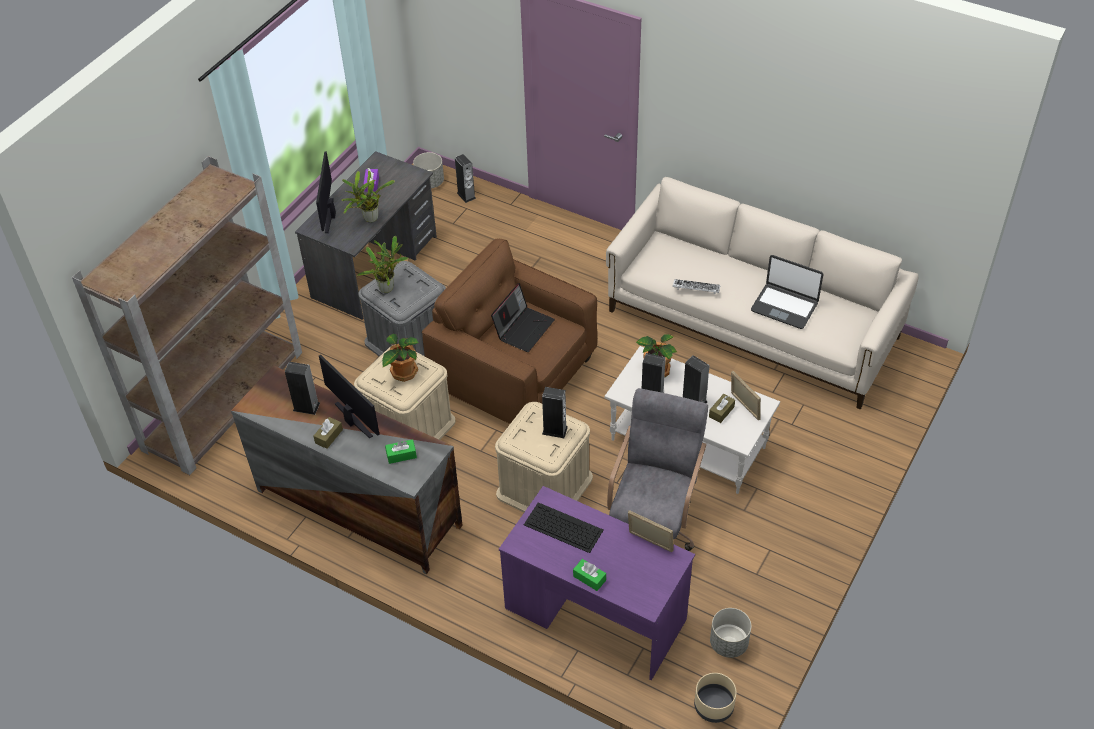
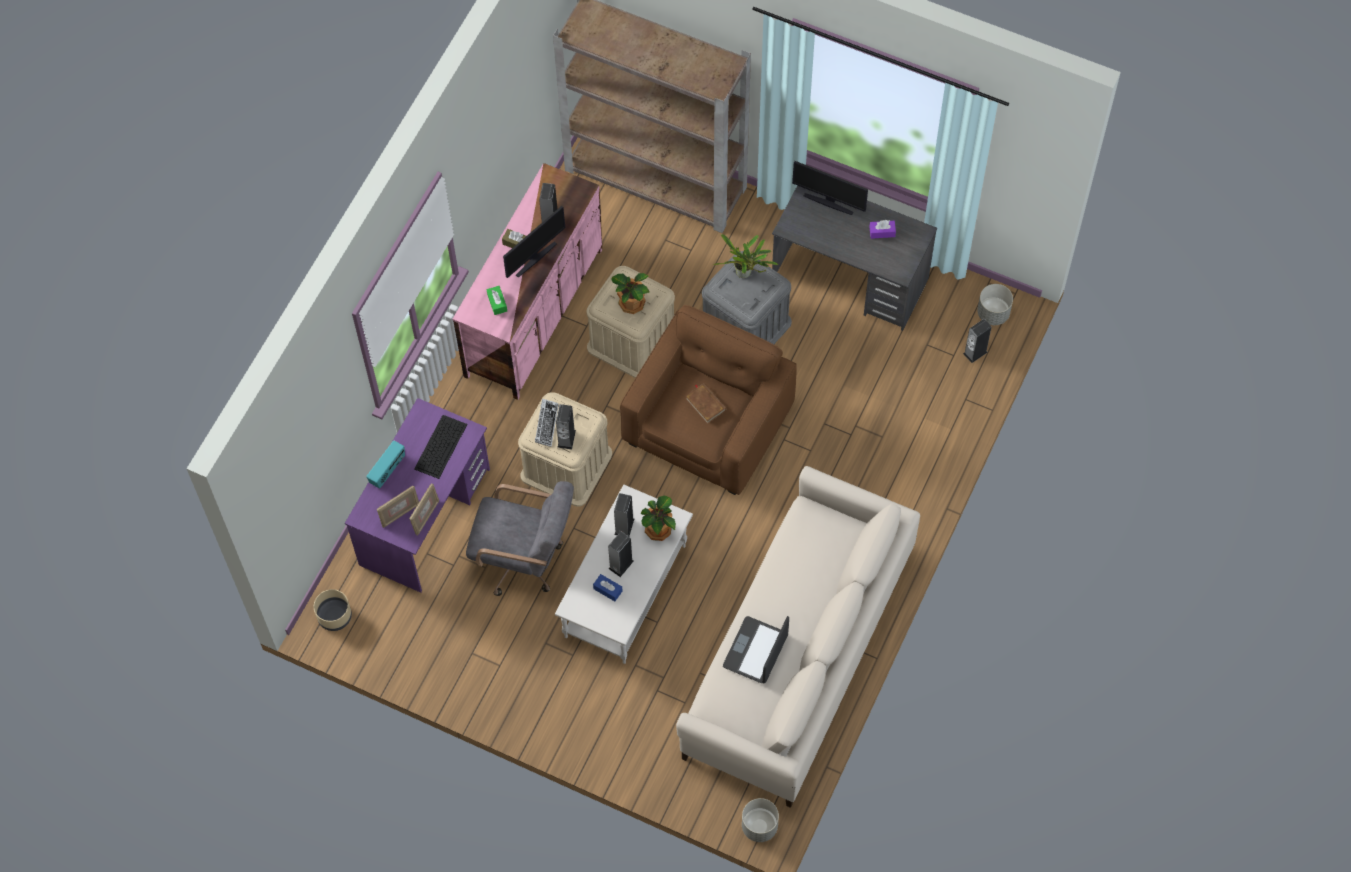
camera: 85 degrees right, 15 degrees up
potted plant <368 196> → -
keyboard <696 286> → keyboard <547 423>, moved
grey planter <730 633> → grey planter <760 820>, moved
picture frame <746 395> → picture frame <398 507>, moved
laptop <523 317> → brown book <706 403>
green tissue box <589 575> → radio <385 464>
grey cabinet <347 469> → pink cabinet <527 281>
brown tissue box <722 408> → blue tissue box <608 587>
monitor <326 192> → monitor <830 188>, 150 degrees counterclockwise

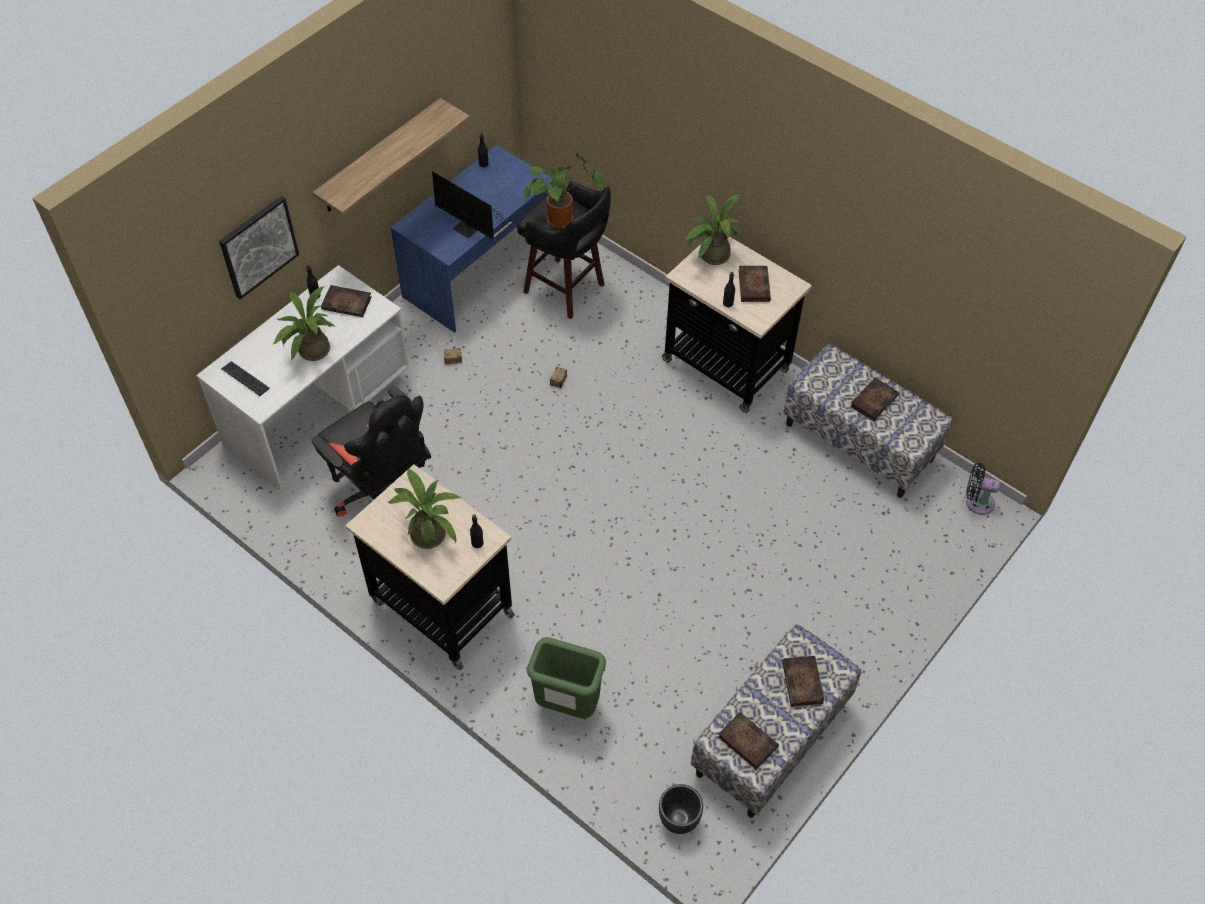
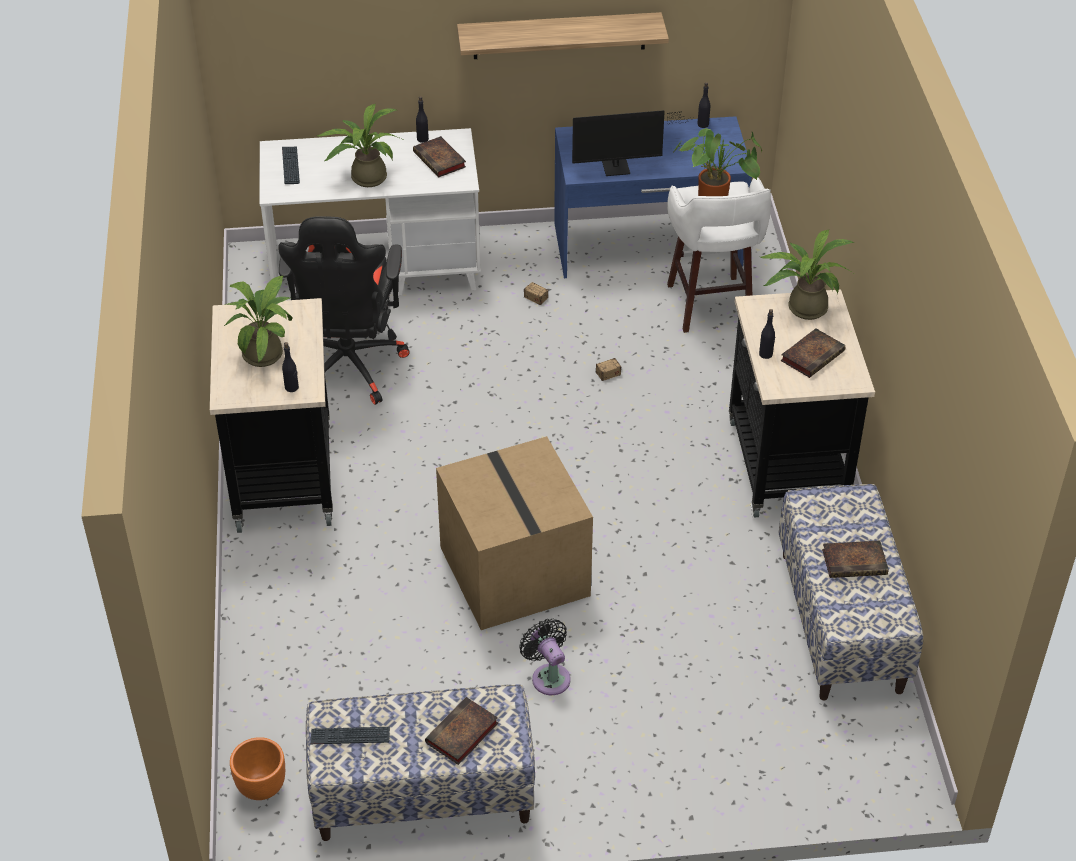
camera: 45 degrees right, 10 degrees down
picture <259 248> → -
green trash can <566 678> → -
- → cardboard box <514 533>
black fan <983 489> → black fan <545 657>, moved
book <748 741> → keyboard <350 735>
black stool <564 250> → white stool <719 255>
black planter <681 809> → orange planter <257 768>
monitor <470 205> → monitor <633 143>, 90 degrees counterclockwise

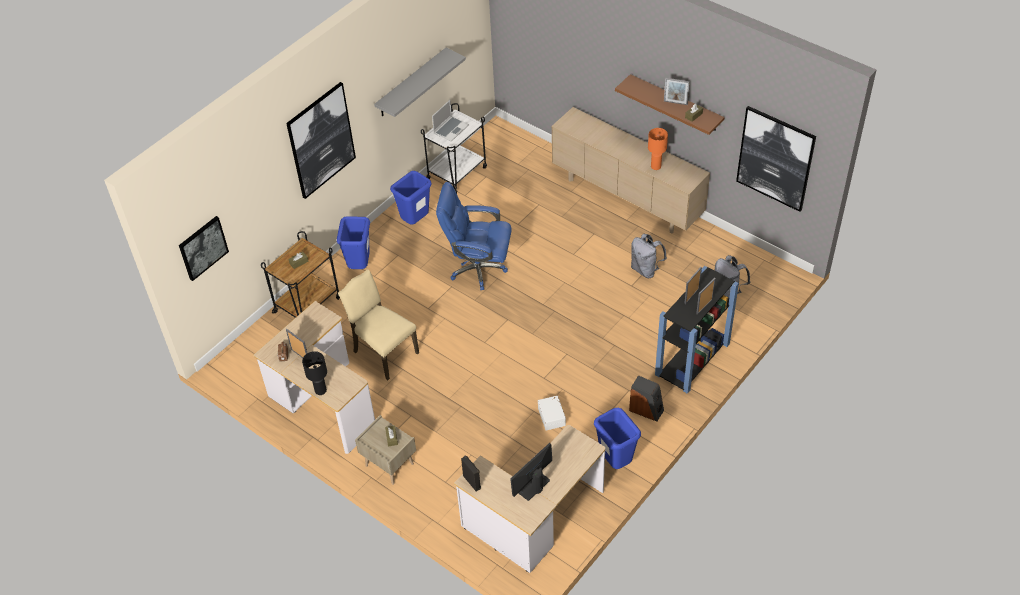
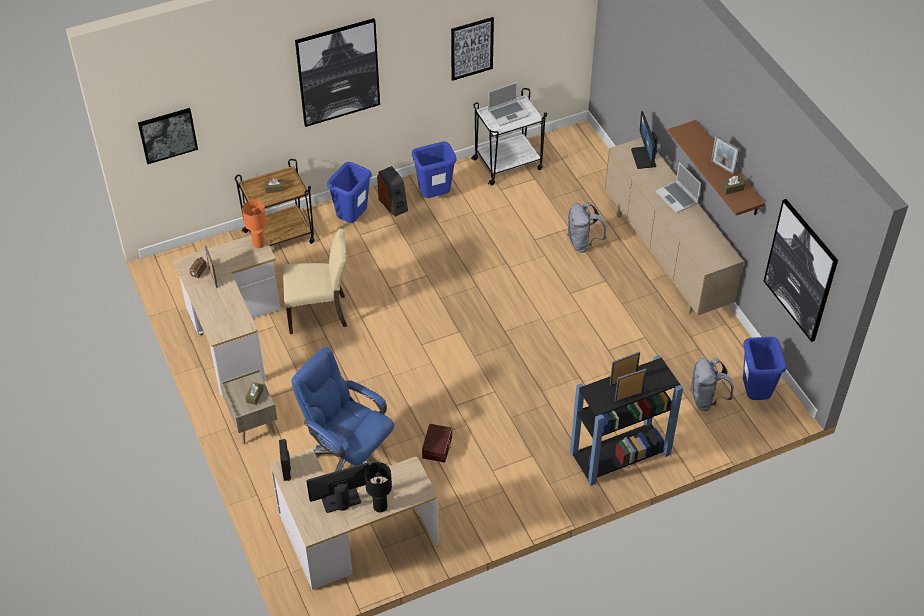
camera: 25 degrees right, 0 degrees up
- → monitor <644 140>
- → laptop <678 187>
black table lamp <314 373> → black table lamp <378 487>, moved
blue office chair <474 236> → blue office chair <342 409>, moved
blue trash can <617 438> → blue trash can <764 368>, moved
speaker <646 398> → speaker <392 191>, moved
grey backpack <649 256> → grey backpack <586 228>, moved
orange table lamp <658 149> → orange table lamp <254 224>, moved
grey shelf <420 82> → picture <472 49>
white storage box <552 413> → brown storage box <437 443>
beige chair <378 324> → beige chair <315 281>, 105 degrees clockwise

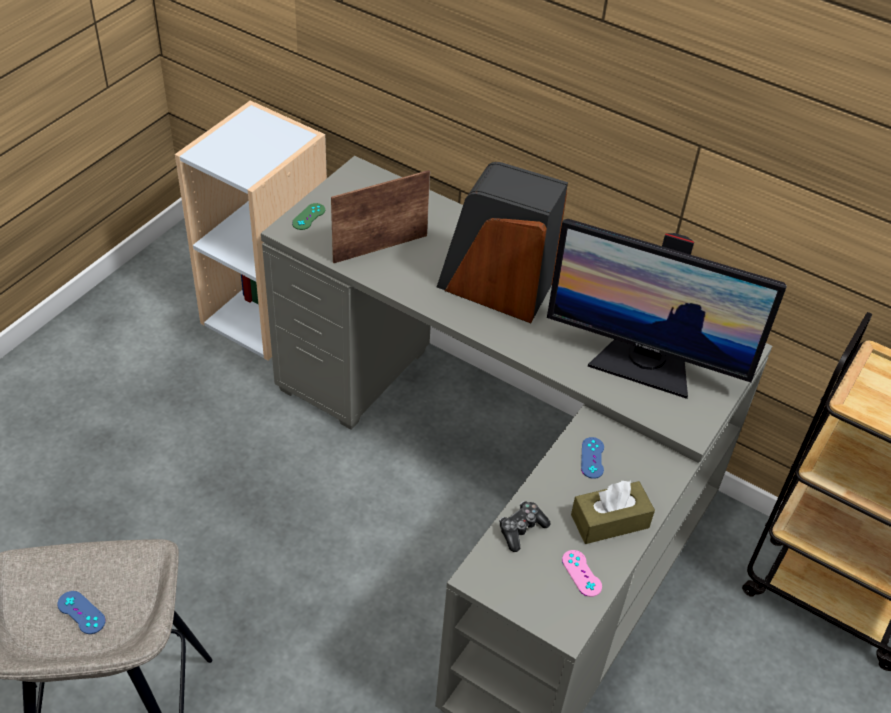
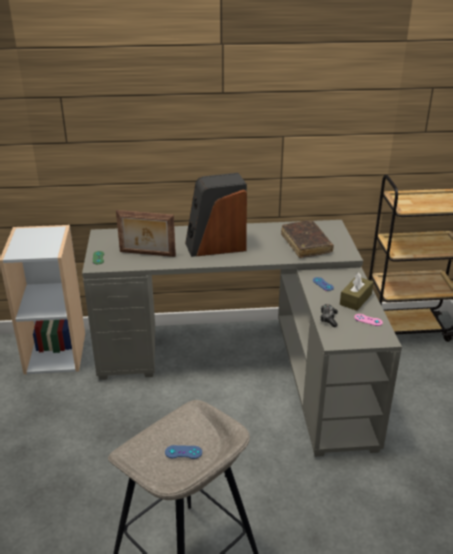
camera: 35 degrees left, 15 degrees down
monitor <667 309> → brown book <307 239>
picture frame <380 216> → picture frame <146 233>, 105 degrees counterclockwise

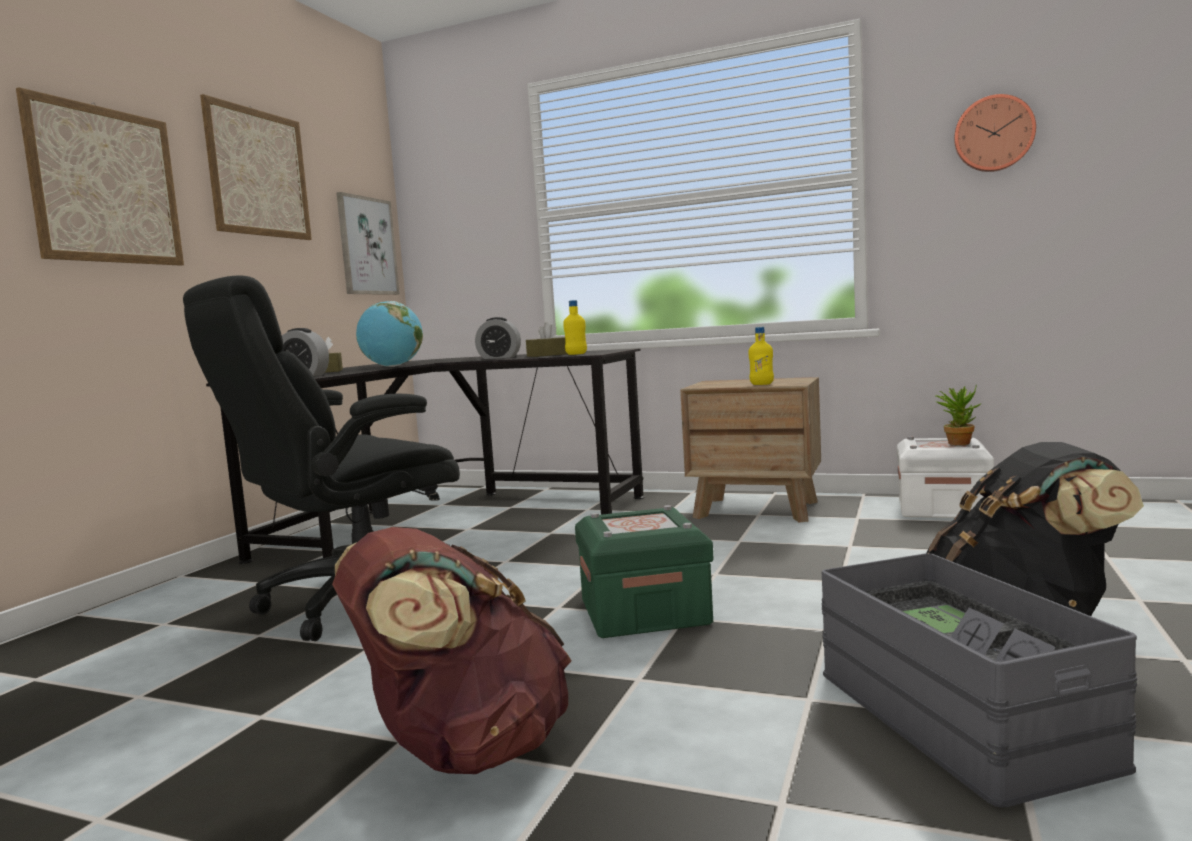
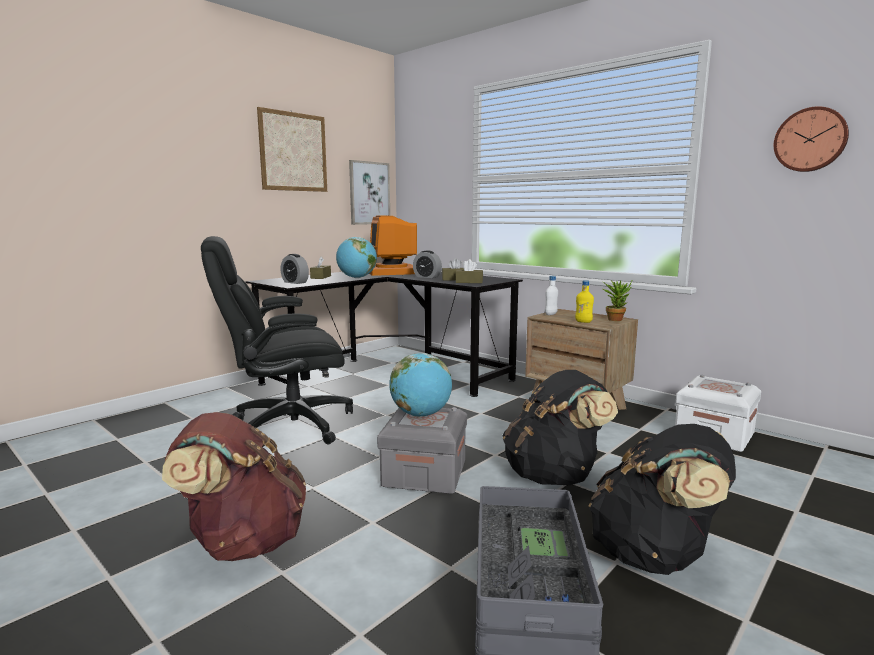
camera: 20 degrees right, 5 degrees up
picture <100 176> → -
- → monitor <393 246>
- → globe <420 385>
- → black backpack <560 427>
- → white bottle <551 295>
potted plant <958 414> → potted plant <617 300>, moved
yellow bottle <575 327> → brown tissue box <469 271>
green storage box <644 571> → grey storage box <422 450>

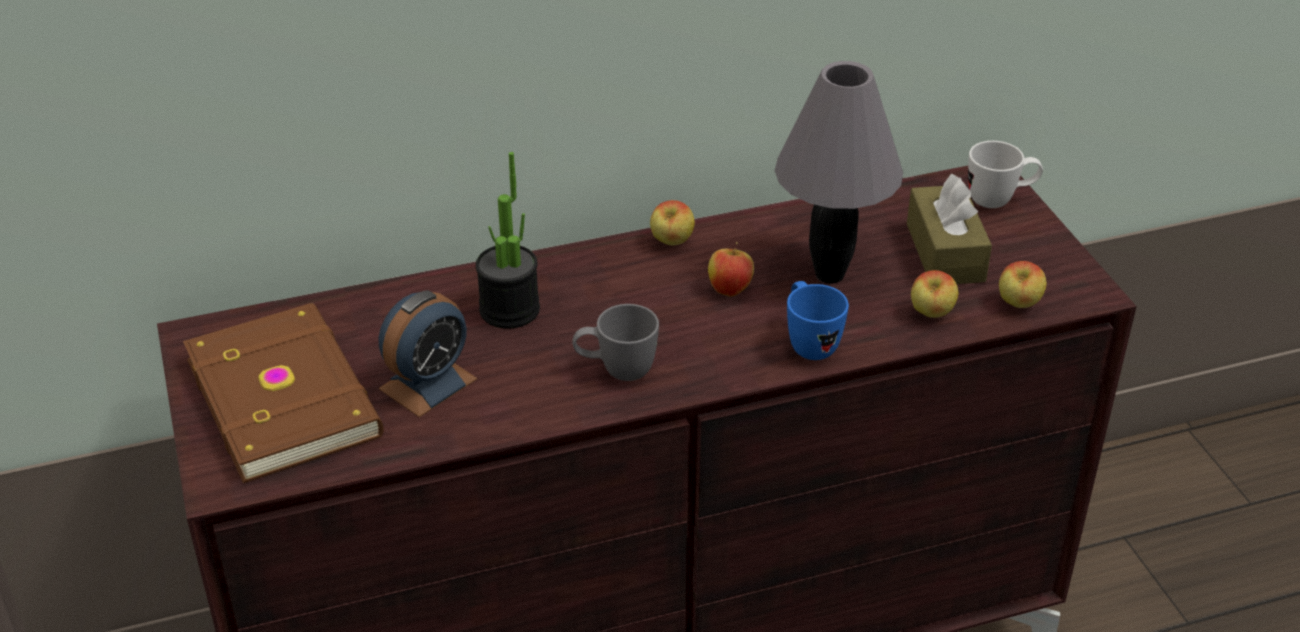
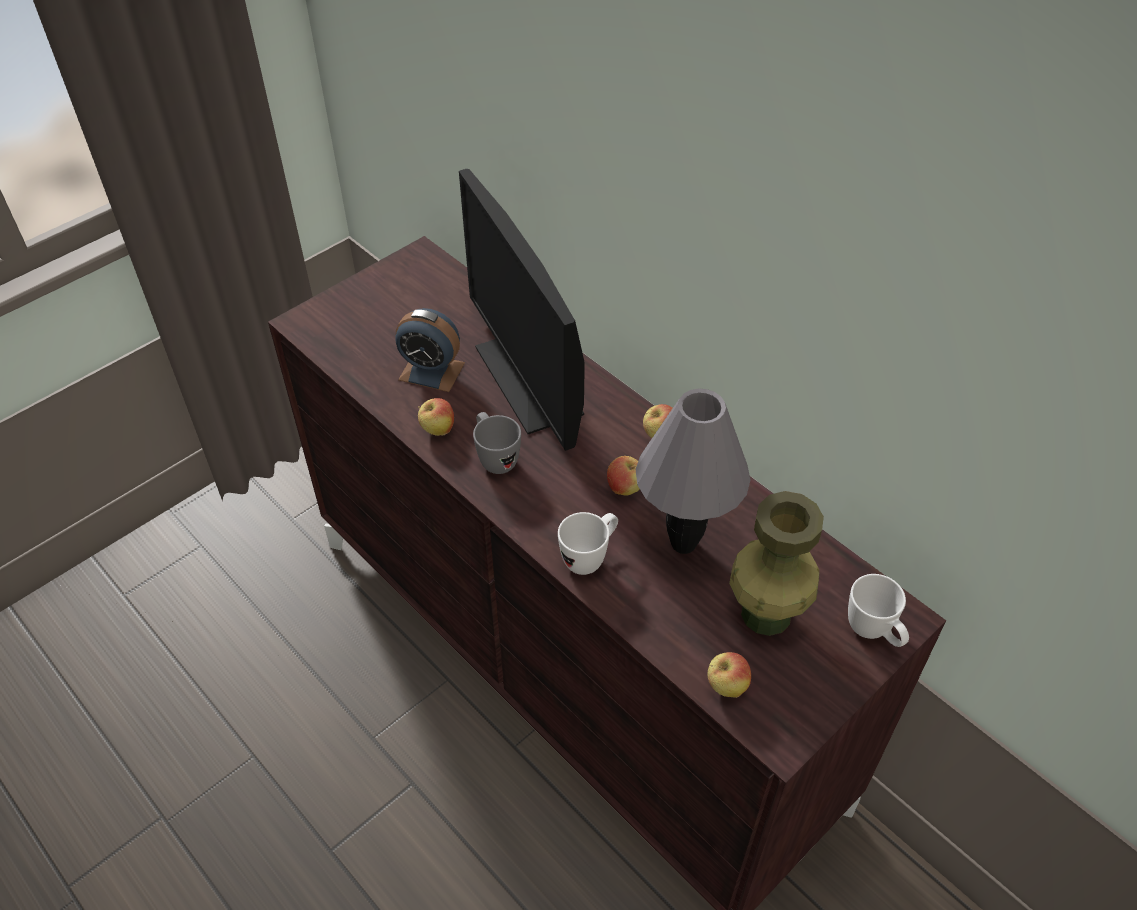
camera: 65 degrees right, 10 degrees up
brown book <283 393> → -
apple <935 294> → apple <436 417>, moved
potted plant <508 240> → monitor <522 310>
brown tissue box <949 229> → green vase <776 563>
blue mug <818 320> → white mug <588 543>

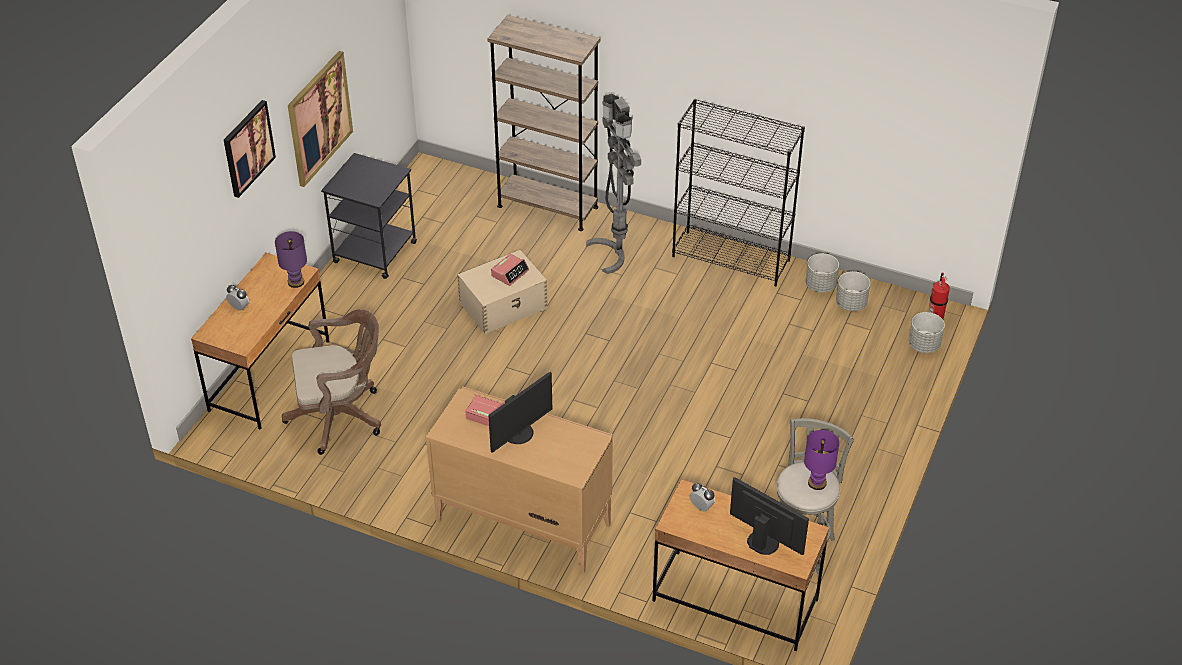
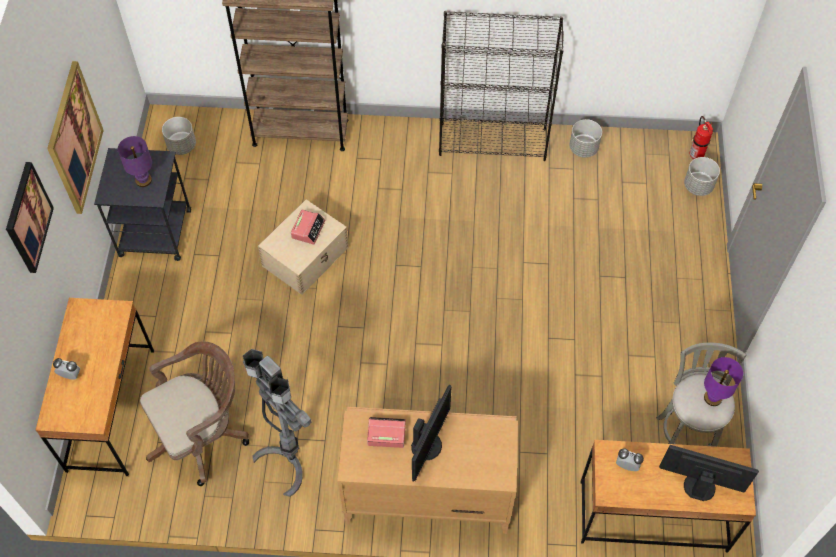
camera: 20 degrees left, 15 degrees up
purple table lamp <291 259> → purple table lamp <135 161>, moved
grey floor lamp <613 184> → grey floor lamp <277 423>, moved
grey planter <853 291> → grey planter <179 136>, moved

